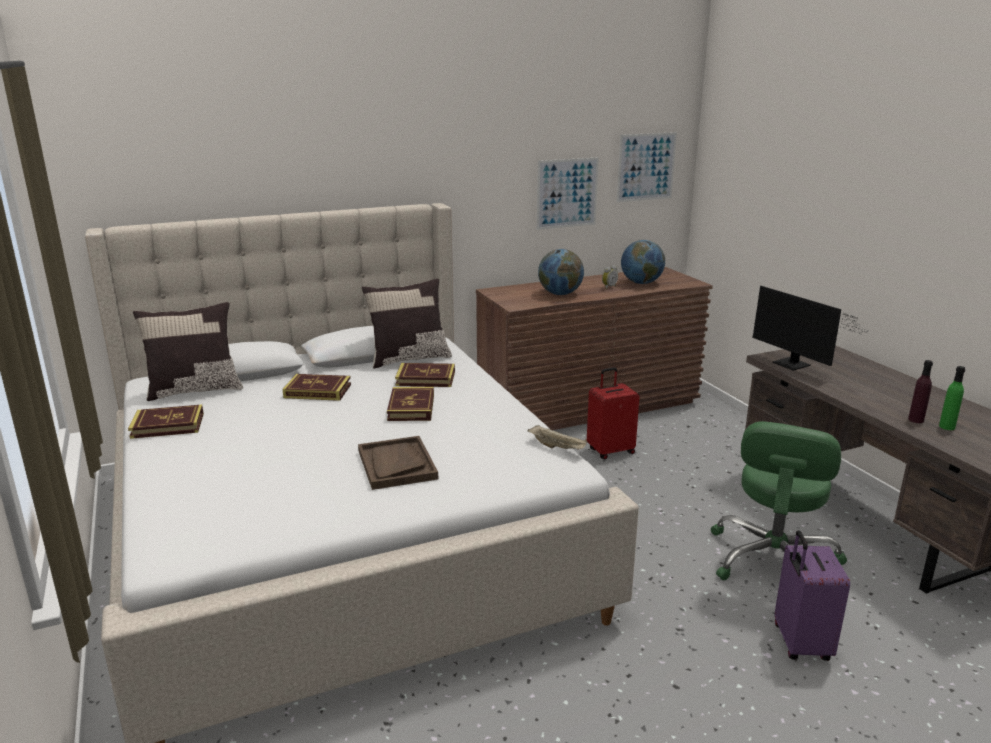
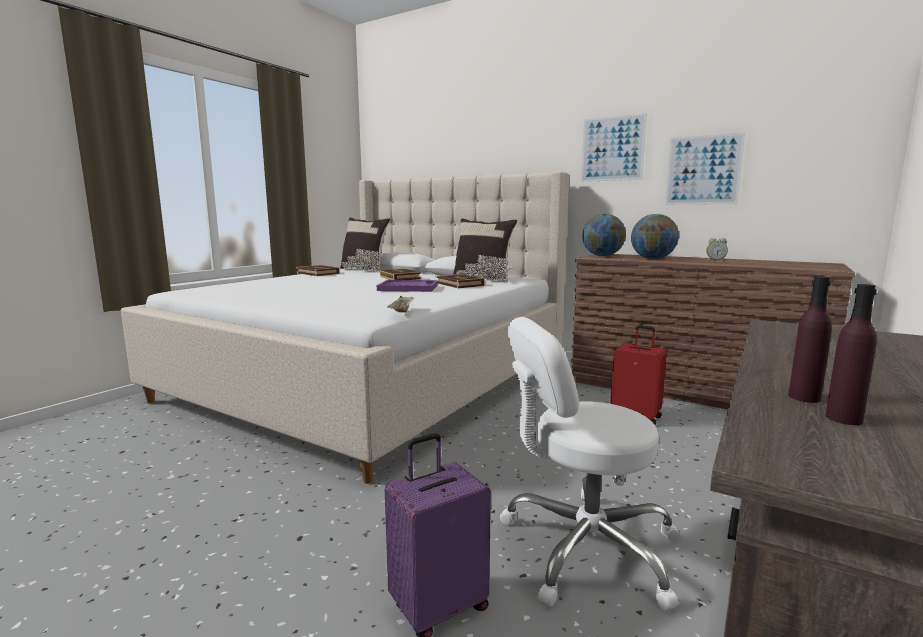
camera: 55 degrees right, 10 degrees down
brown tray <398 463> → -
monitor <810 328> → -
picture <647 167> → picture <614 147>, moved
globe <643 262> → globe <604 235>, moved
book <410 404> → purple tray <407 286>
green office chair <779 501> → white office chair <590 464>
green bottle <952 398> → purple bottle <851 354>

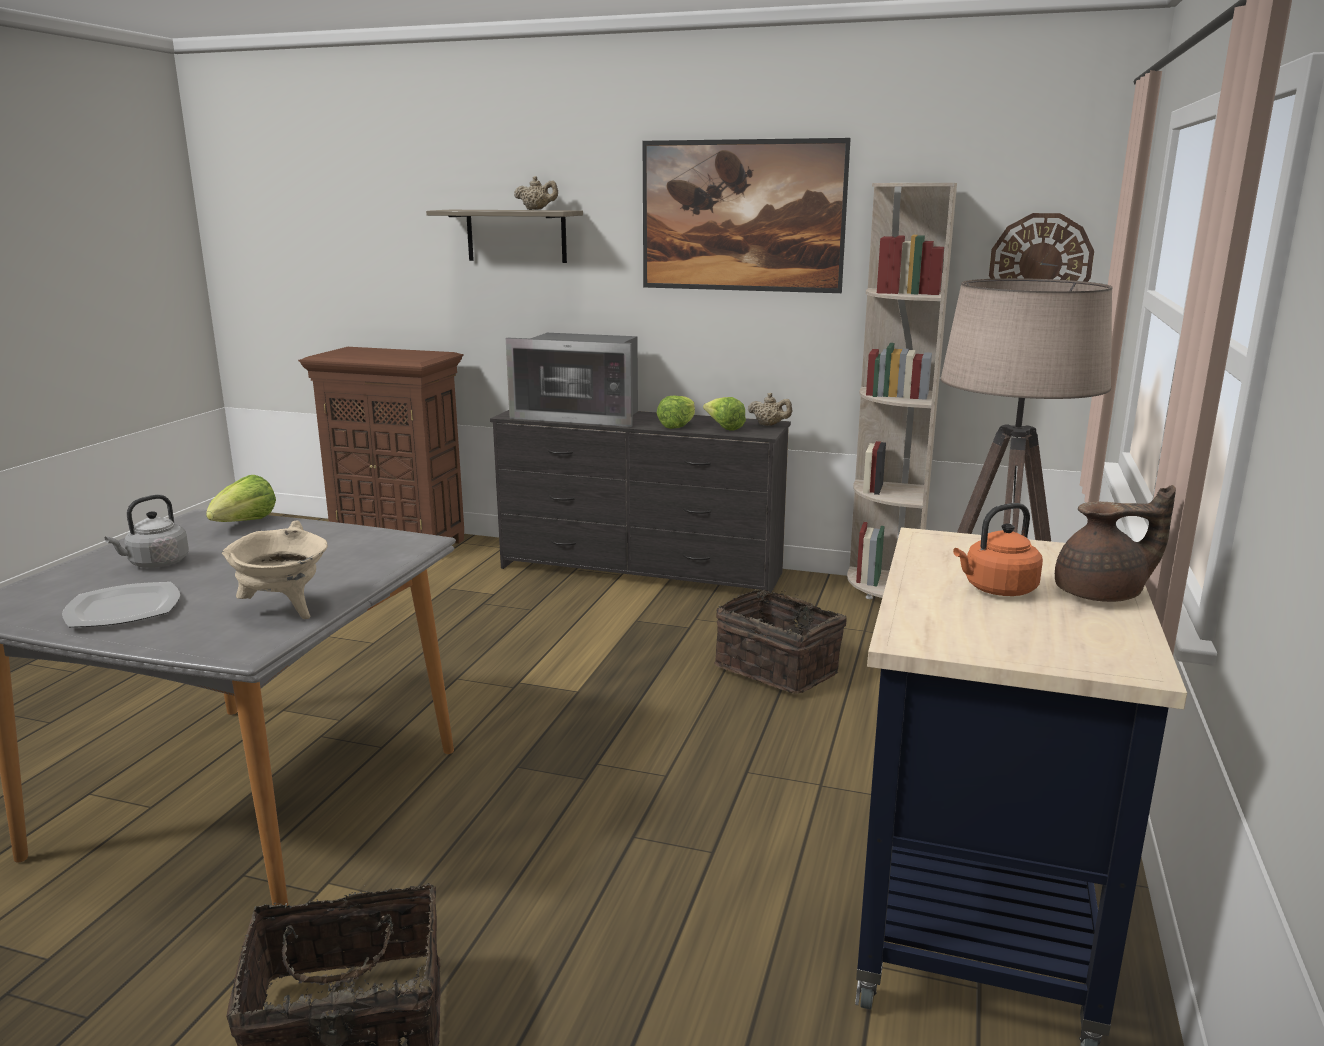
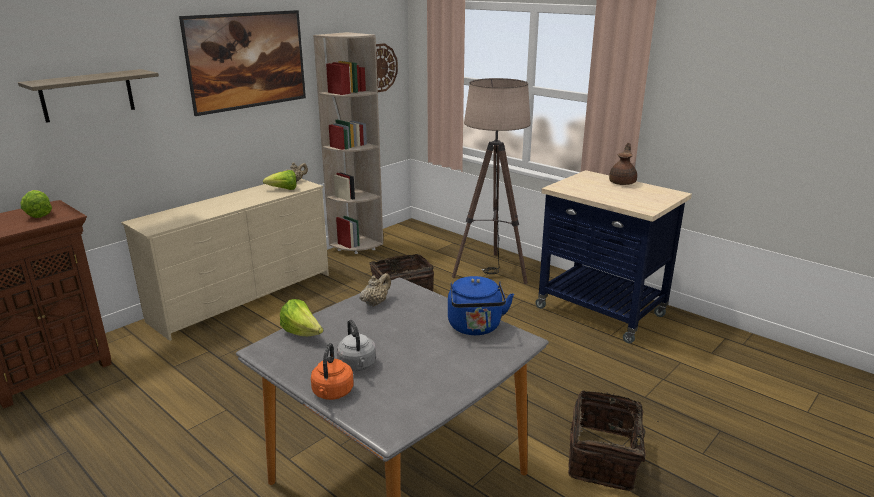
camera: 65 degrees left, 5 degrees up
plate <121 604> → -
microwave <572 380> → -
beige teapot <536 193> → beige teapot <375 290>, moved
lettuce <676 412> → lettuce <36 204>, moved
orange kettle <998 549> → orange kettle <332 371>, moved
beige cooking pot <274 569> → blue kettle <481 305>
black dresser <640 505> → beige dresser <225 260>

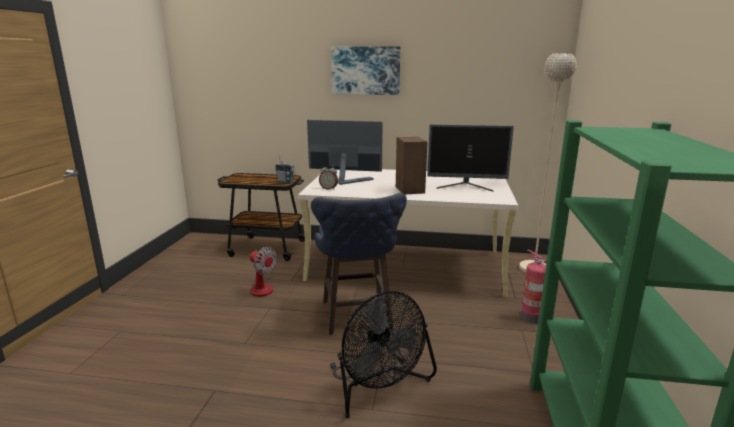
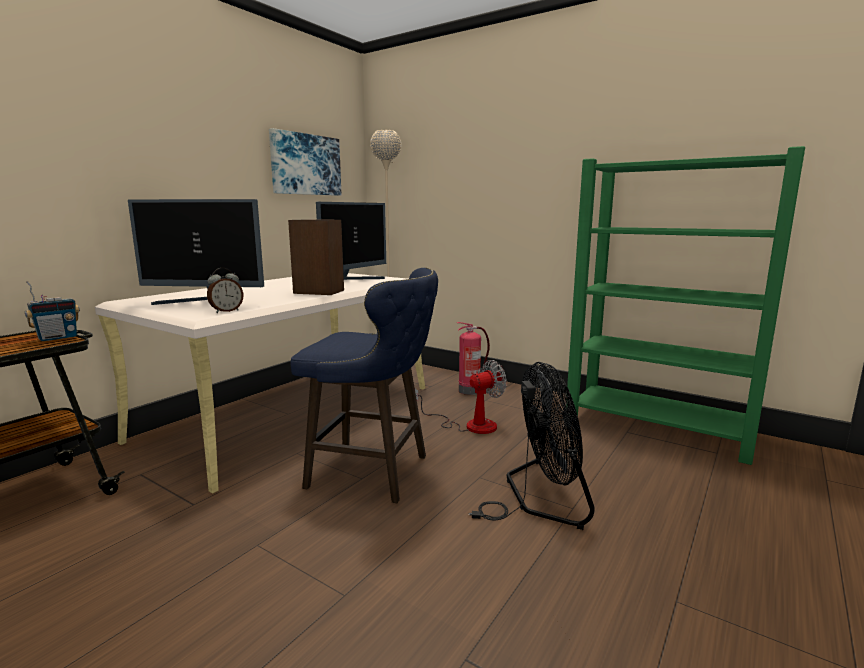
camera: 65 degrees left, 5 degrees down
fan <263 272> → fan <461 397>, moved
picture <365 70> → picture <305 162>, moved
monitor <345 152> → monitor <196 252>, 120 degrees counterclockwise

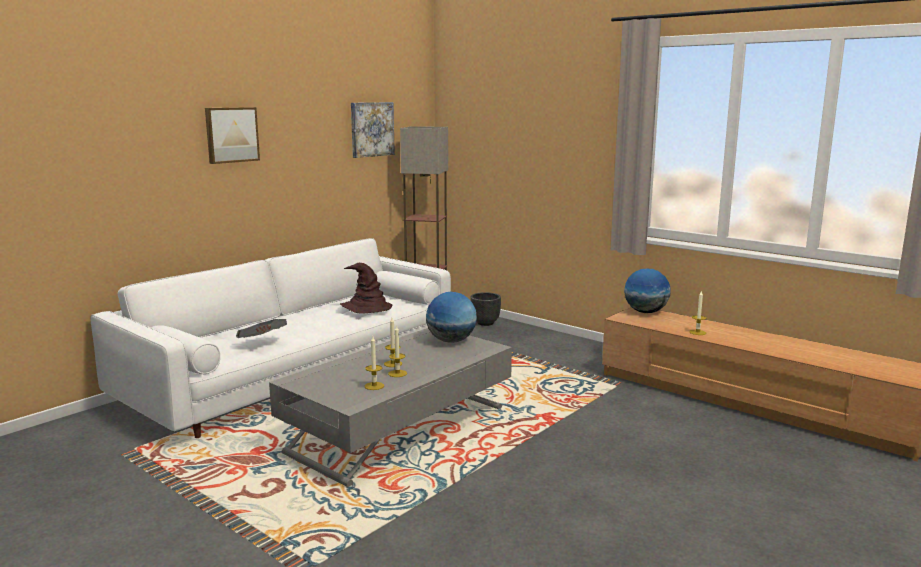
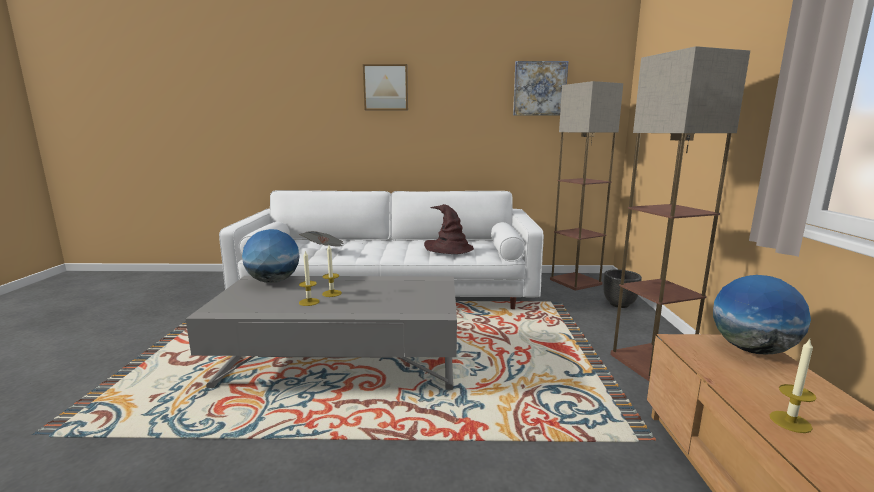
camera: 50 degrees right, 0 degrees up
candle <374 363> → -
- → floor lamp <680 213>
globe <451 317> → globe <271 256>, moved

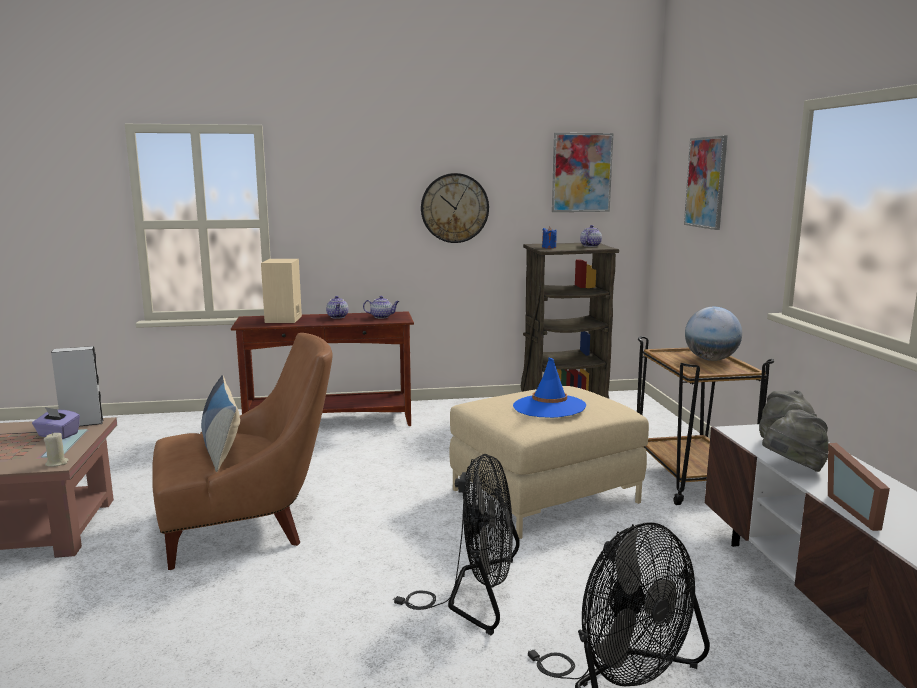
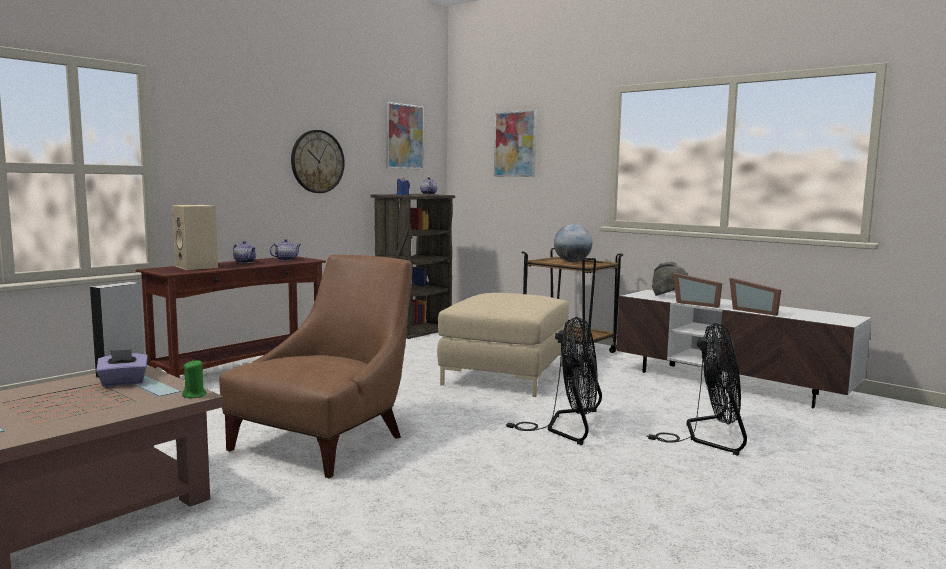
camera: 40 degrees left, 5 degrees down
pillow <220 423> → -
blue hat <549 387> → -
grey hat <795 441> → picture frame <697 290>
beige candle <56 449> → green candle <194 379>
black fan <457 545> → black fan <553 381>, 45 degrees clockwise

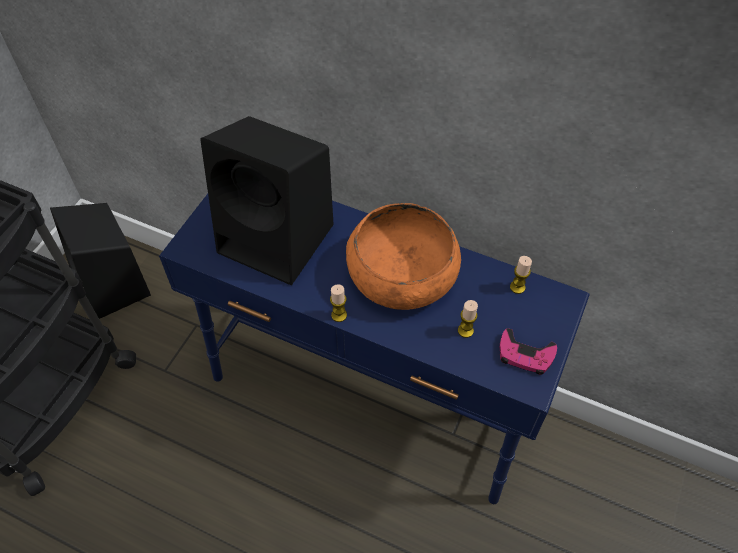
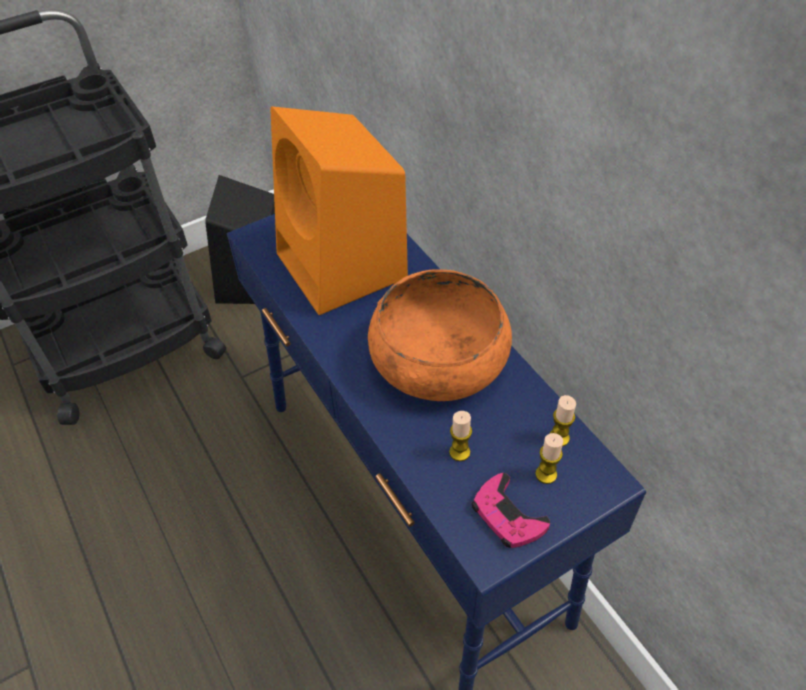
camera: 35 degrees right, 5 degrees down
candle <338 303> → candle <549 458>, moved
black speaker <267 200> → orange speaker <339 210>

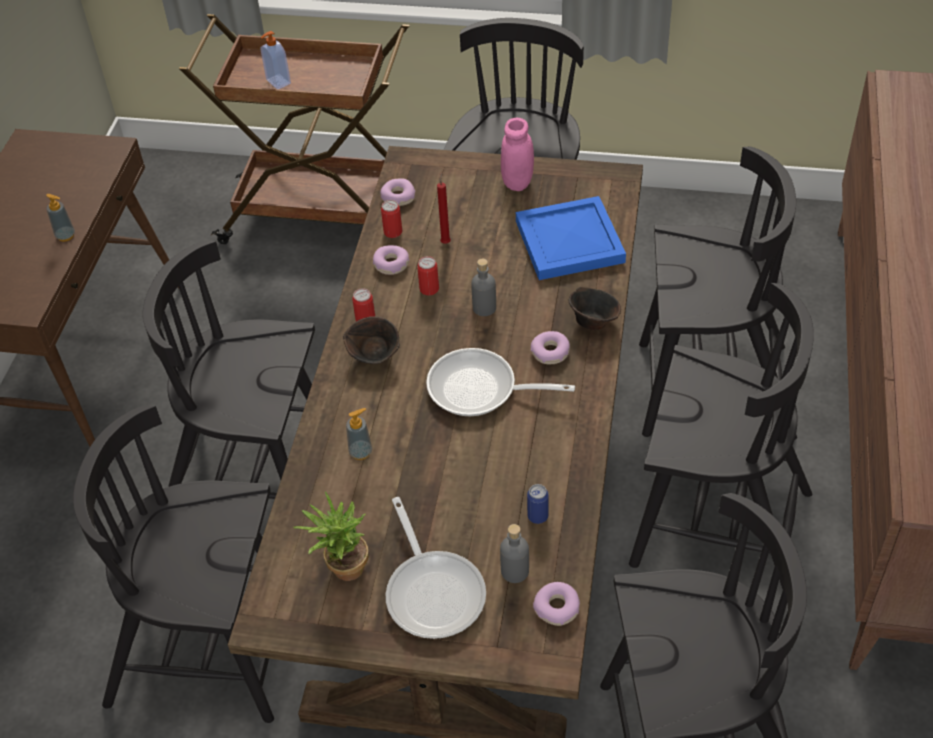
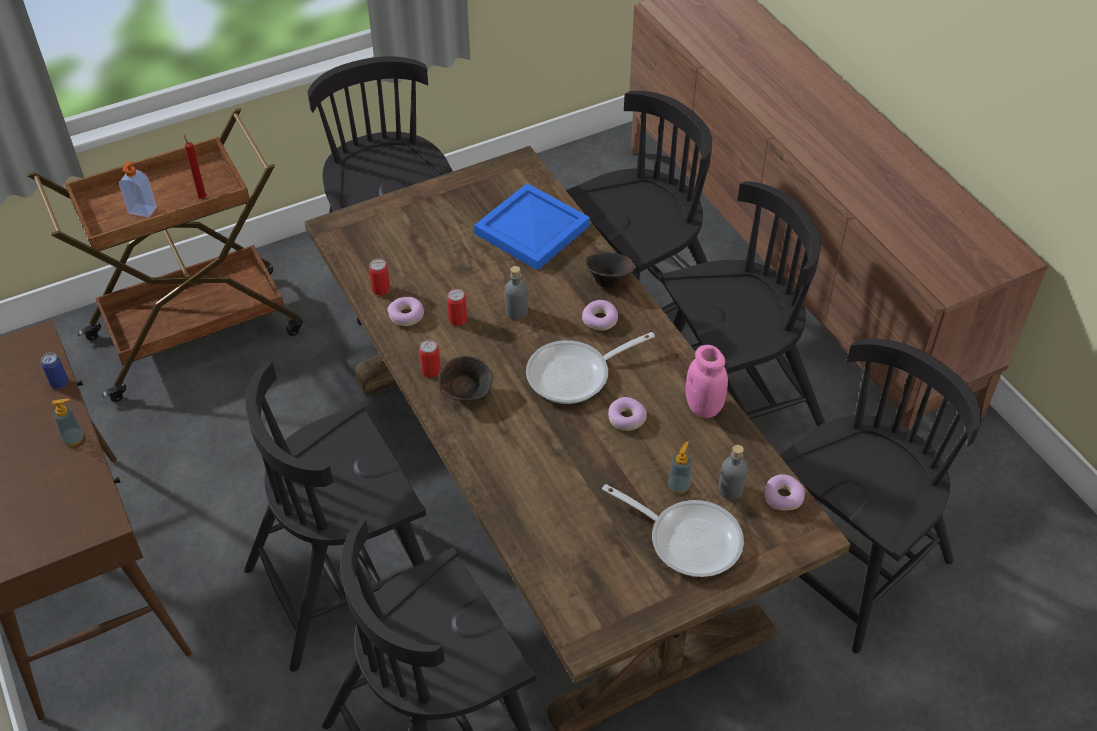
camera: 40 degrees left, 0 degrees up
potted plant <330 536> → -
soap dispenser <359 434> → soap dispenser <679 467>, moved
donut <398 192> → donut <627 414>, moved
red candle <444 208> → red candle <195 166>, moved
pink jar <517 154> → pink jar <707 381>, moved
can <538 504> → can <54 371>, moved

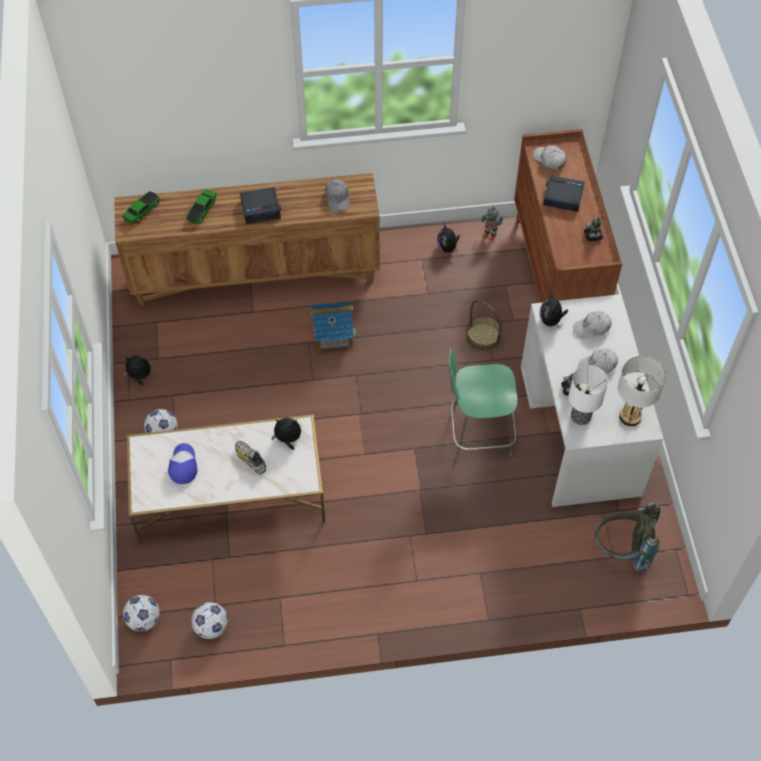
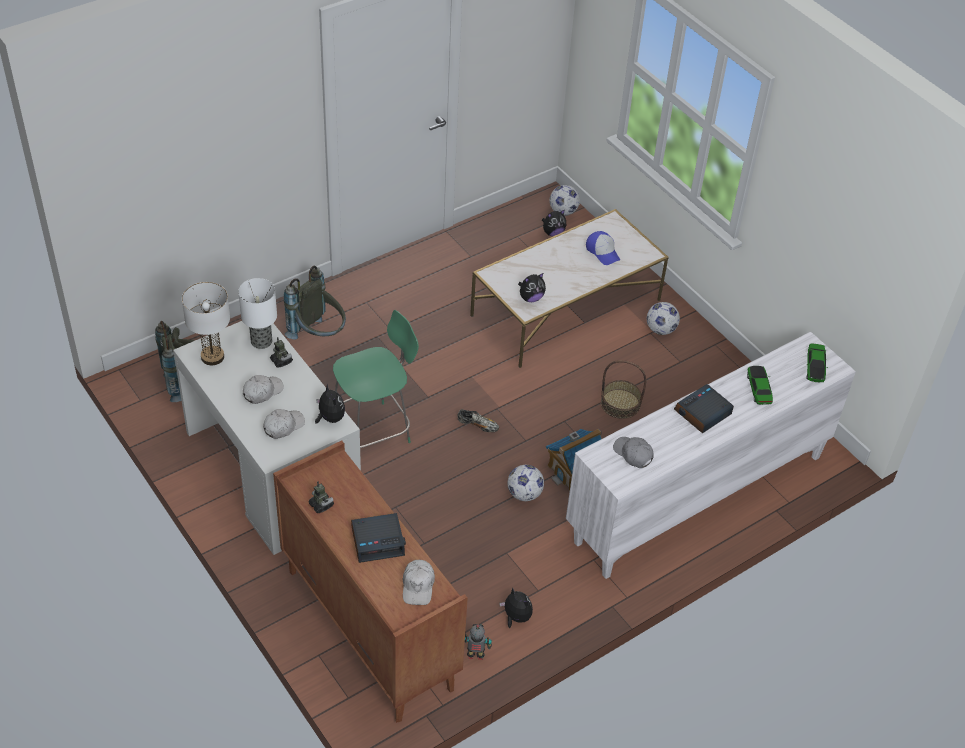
camera: 150 degrees right, 10 degrees down
- → grey backpack <315 303>
plush toy <136 370> → plush toy <554 222>, moved
football <209 620> → football <526 483>, moved
shoe <250 457> → shoe <478 420>, moved
basket <484 326> → basket <623 389>, moved
brown dresser <247 239> → white dresser <711 455>
white cap <549 158> → white cap <419 582>, 75 degrees clockwise

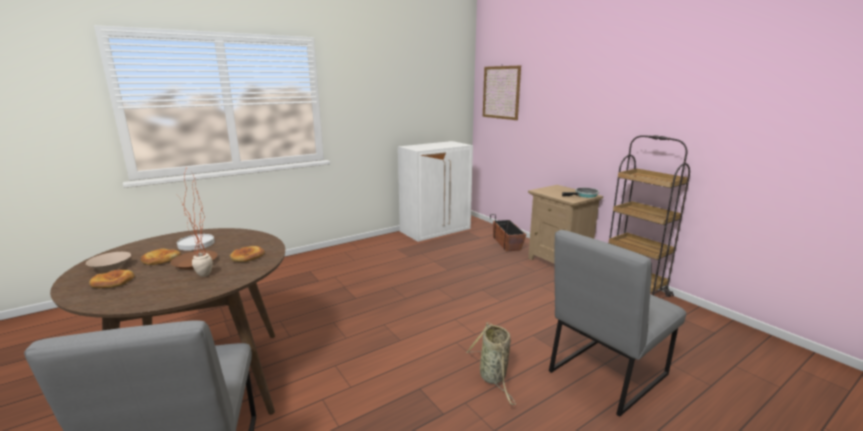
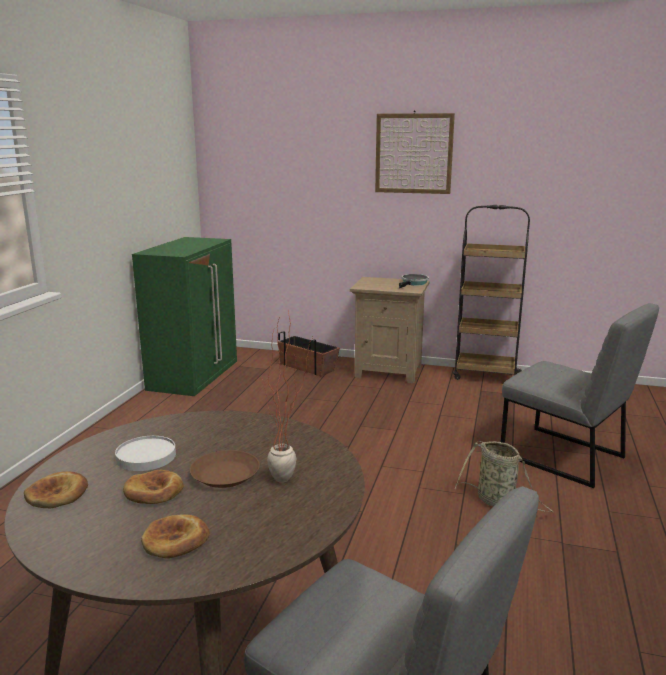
camera: 40 degrees left, 0 degrees up
beige bowl <108 261> → -
bread <247 254> → bread <56 489>, moved
picture <502 92> → picture <415 152>, moved
white cabinet <435 191> → green cabinet <184 316>
grey chair <617 323> → grey chair <580 395>, 60 degrees counterclockwise

